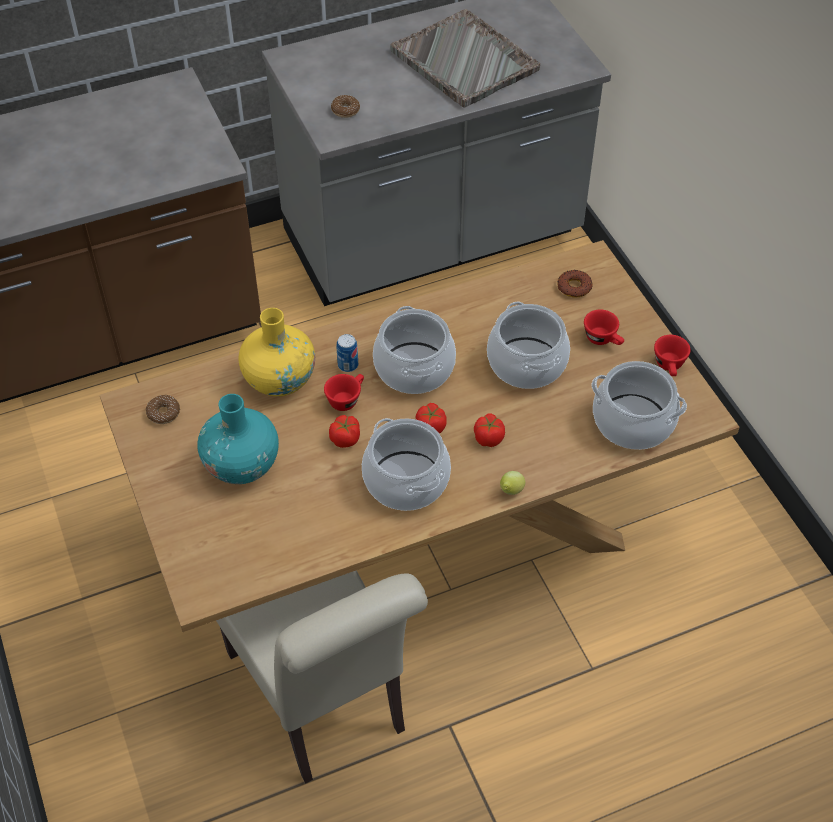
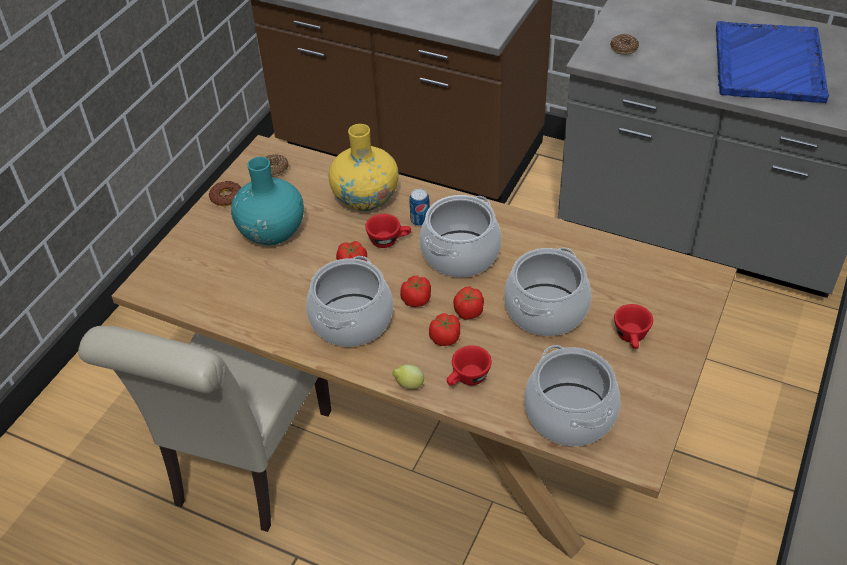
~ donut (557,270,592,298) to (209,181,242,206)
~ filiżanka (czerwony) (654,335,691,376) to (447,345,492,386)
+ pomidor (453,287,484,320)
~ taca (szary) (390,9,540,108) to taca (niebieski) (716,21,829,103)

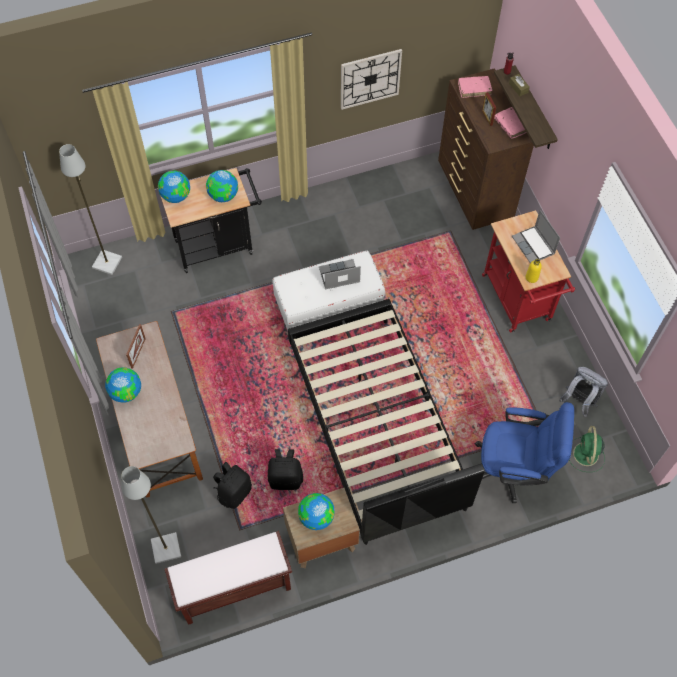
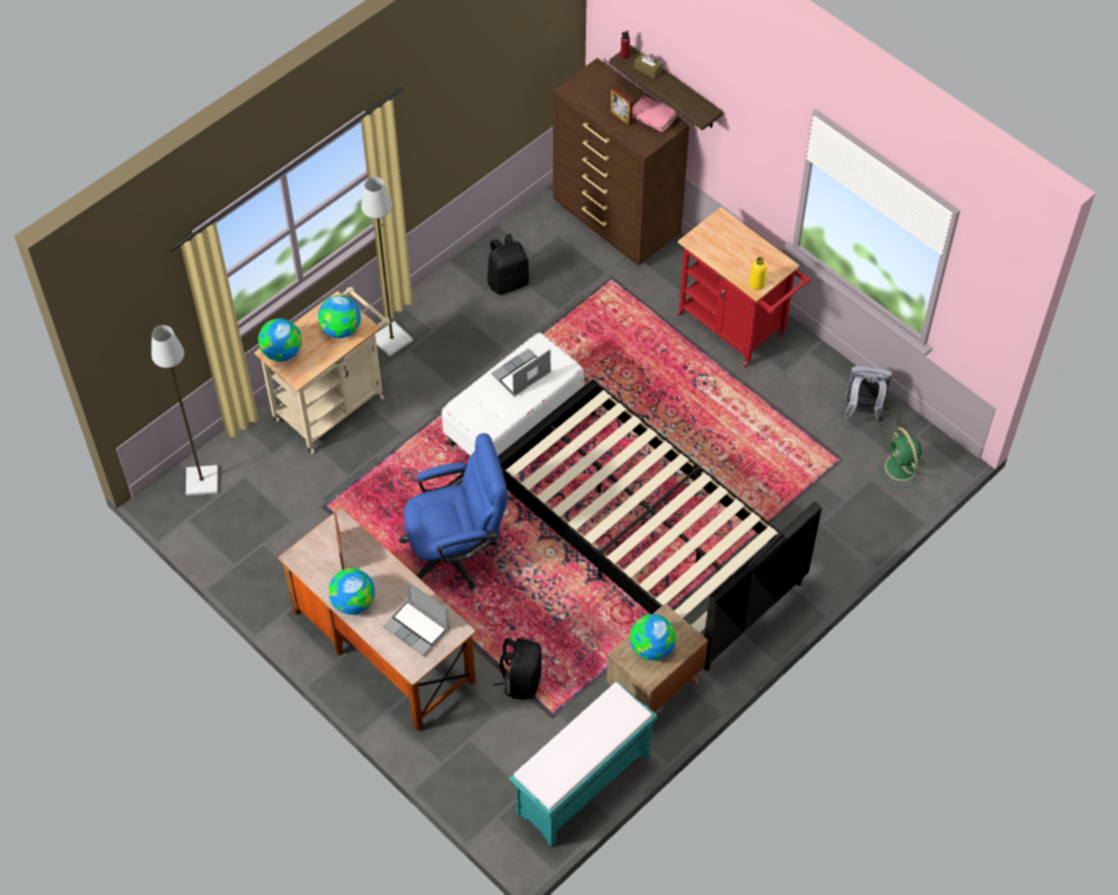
~ wózek (czarny) (160,168,262,273) to wózek (beżowy) (254,287,390,454)
~ lampa stojąca (szary) (121,466,181,564) to (361,177,413,357)
~ laptop (512,210,560,263) to (383,580,449,656)
~ krzesło biurowe (niebieski) (475,402,574,503) to (399,433,508,589)
~ plecak (czarny) (268,449,303,490) to (487,234,529,295)
~ ławka (brązowy) (165,531,292,625) to ławka (turkusowy) (509,681,658,847)
- zegar ścienny (341,49,402,110)
- książka (różowy) (458,76,492,98)

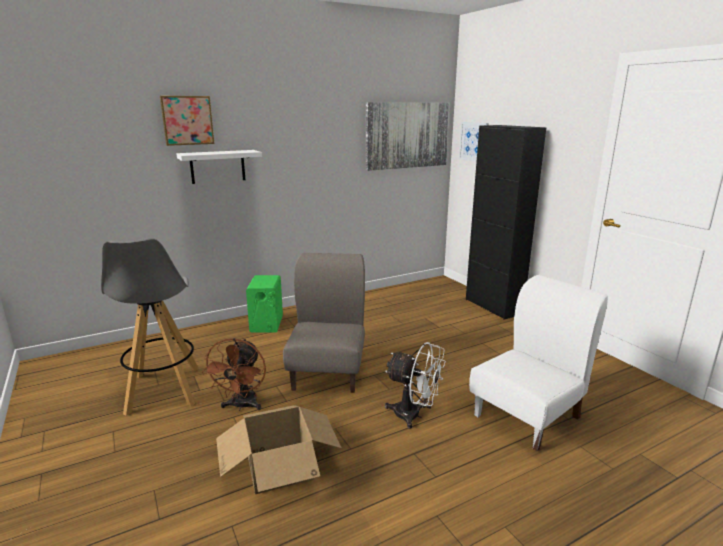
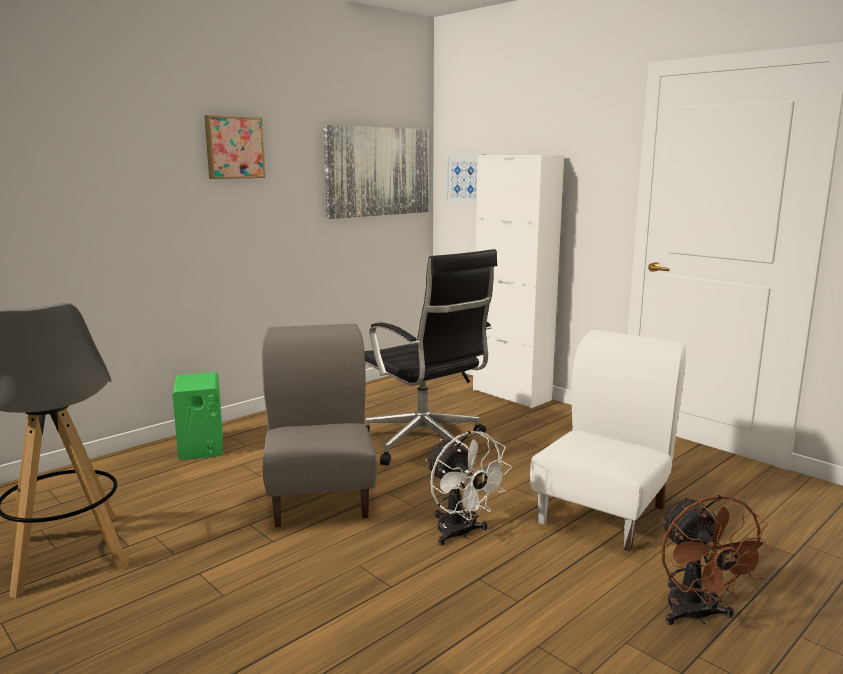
~ obraz (160,96,214,146) to (204,115,266,179)
+ krzesło biurowe (czarny) (365,249,497,466)
~ wentylator (biały) (385,342,446,429) = (425,431,512,545) 45 degrees clockwise
~ szafka (czarny) (466,125,546,320) to szafka (biały) (473,155,564,408)
~ wentylator (brązowy) (202,338,266,411) to (661,495,774,625)
- półka (biały) (176,150,262,184)
- karton (216,405,342,494)

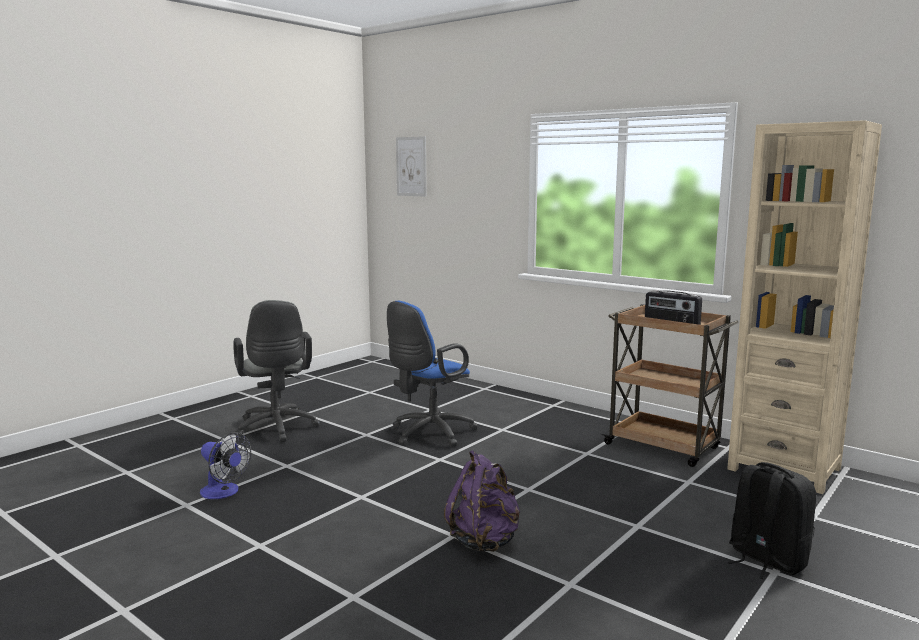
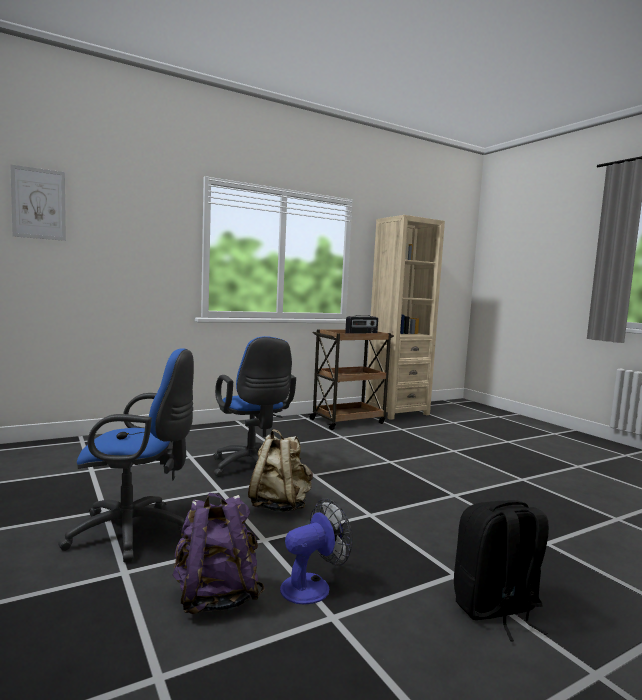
~ krzesło biurowe (szary) (233,300,320,442) to krzesło biurowe (niebieski) (58,348,194,562)
~ plecak (fioletowy) (444,450,520,552) to (172,493,265,614)
+ plecak (beżowy) (248,429,313,512)
~ plecak (czarny) (728,462,816,579) to (454,500,549,641)

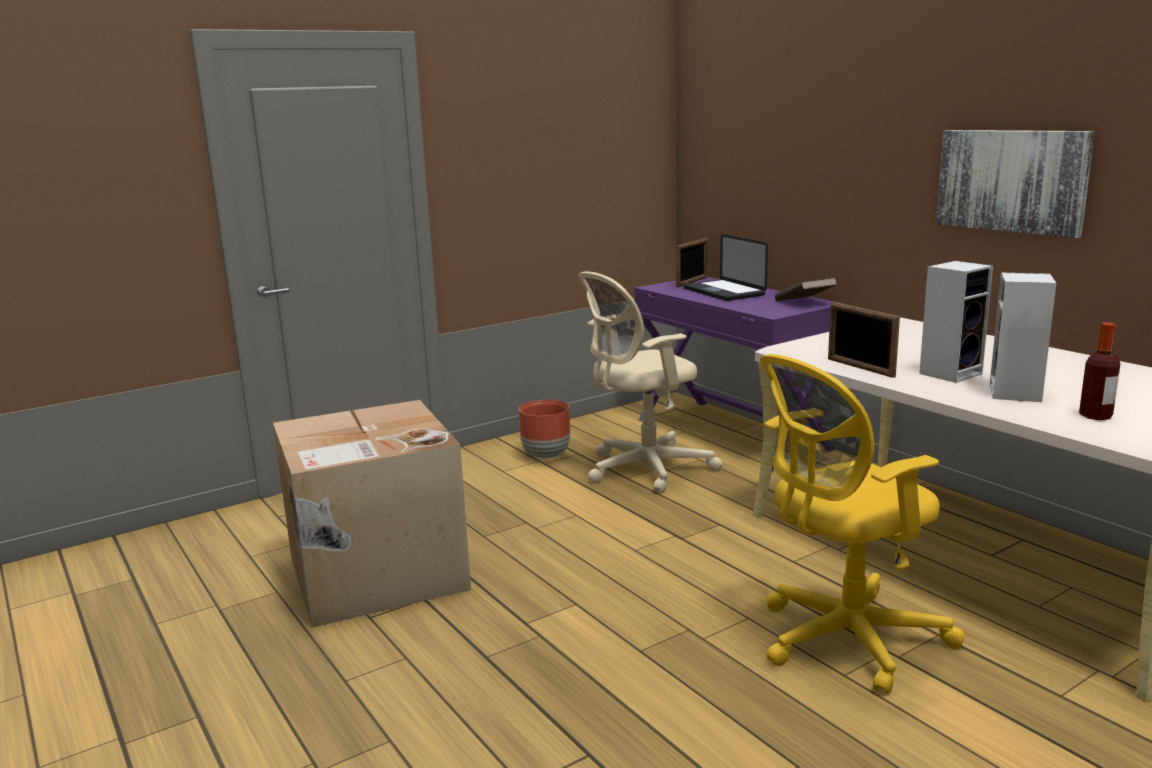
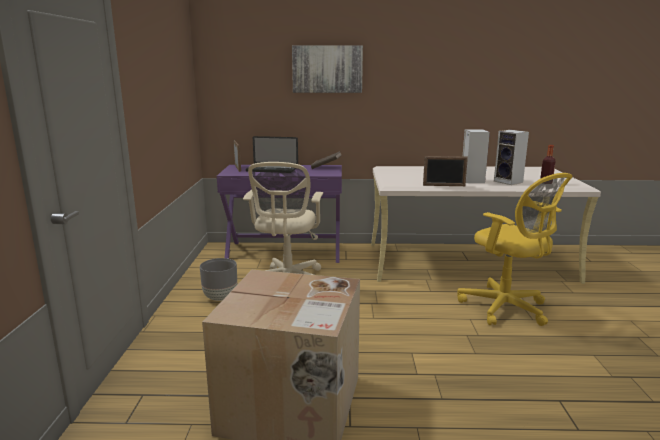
~ donica (brązowy) (519,400,570,459) to donica (szary) (200,258,237,301)
~ obraz (936,130,1095,238) to (292,45,363,93)
~ krzesło biurowe (żółty) (760,354,966,694) = (457,173,572,326) 45 degrees counterclockwise

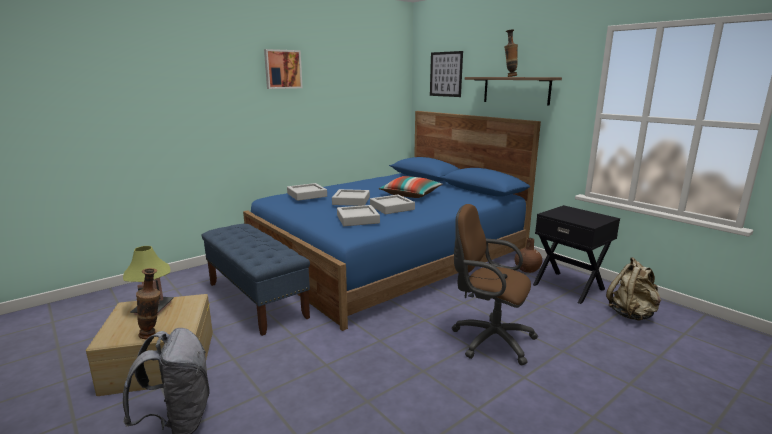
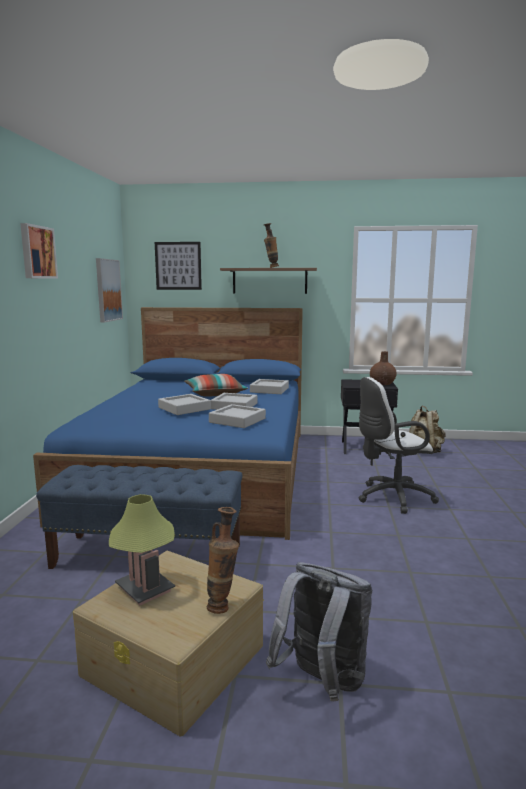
+ obraz (96,258,123,323)
~ taca (szary) (287,183,327,201) to (250,379,289,394)
~ krzesło biurowe (brązowy) (452,204,538,365) to krzesło biurowe (biały) (359,377,439,514)
~ wazon (brązowy) (515,238,542,273) to (370,351,397,385)

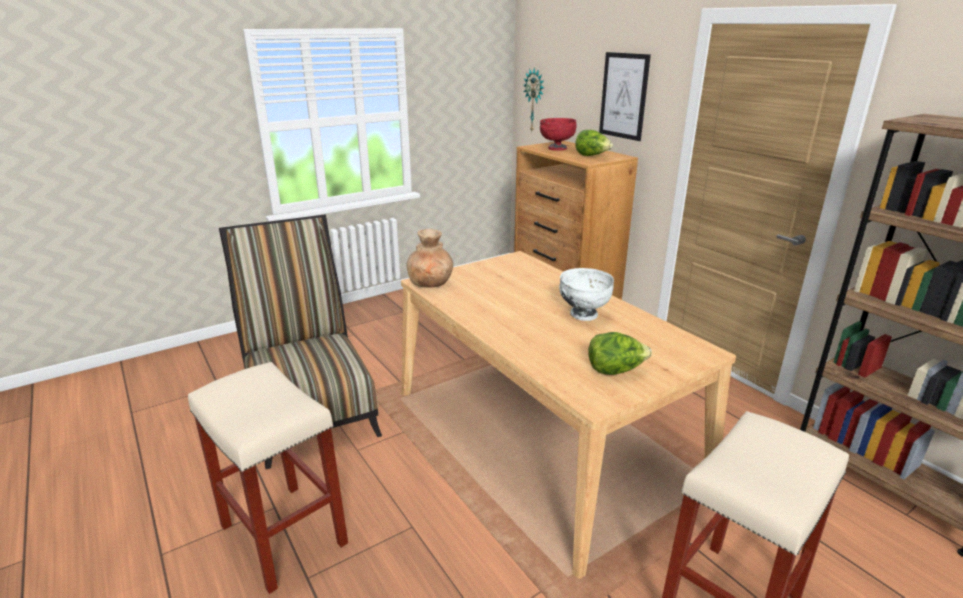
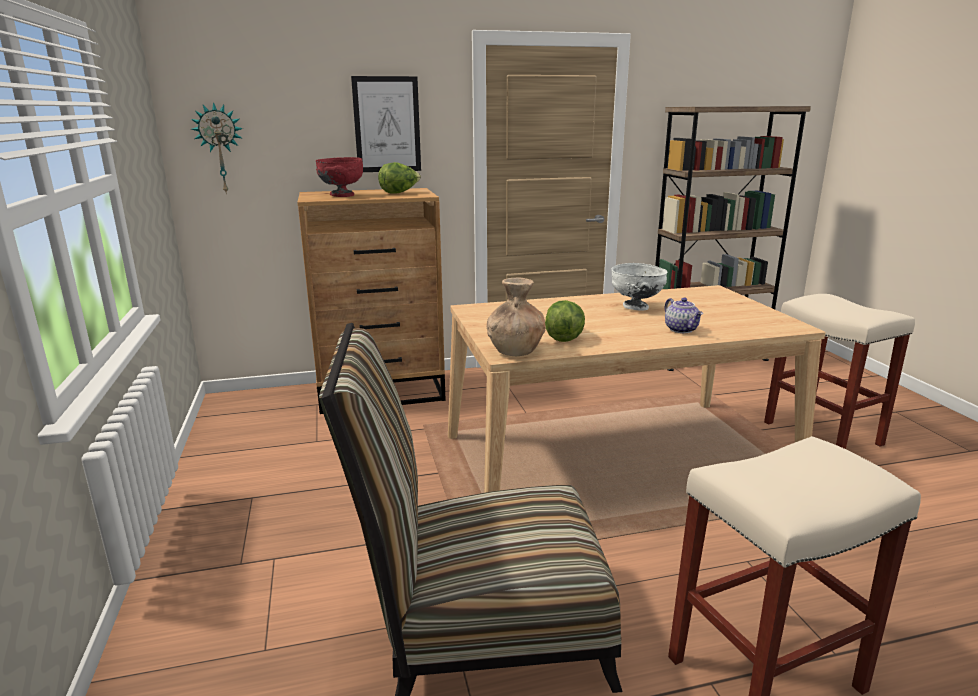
~ sałata (588,332,652,375) to (545,300,585,342)
+ imbryk (665,298,703,333)

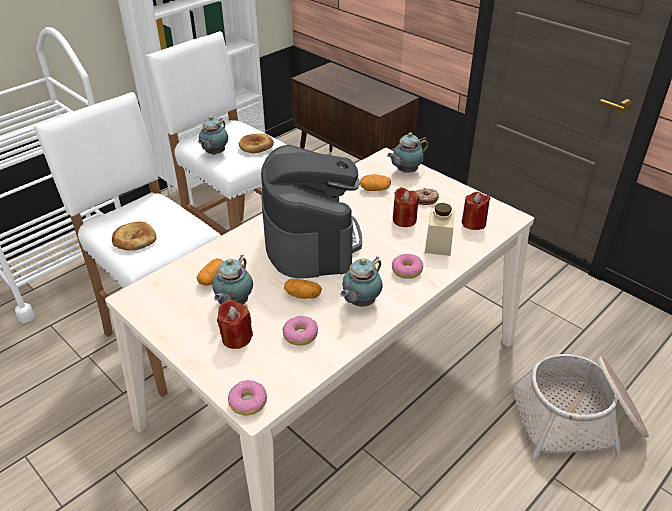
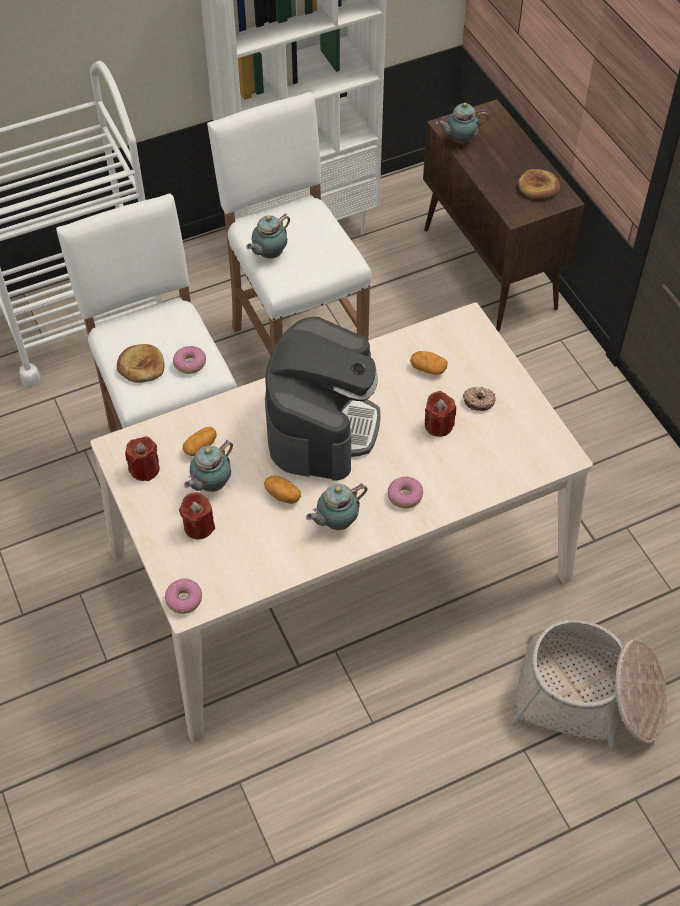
~ świeca (czerwony) (462,192,491,230) to (125,436,160,481)
~ donut (283,316,318,346) to (173,346,206,374)
~ imbryk (387,132,428,173) to (436,103,489,144)
~ chleb (239,134,274,153) to (518,169,560,199)
- słoik (beżowy) (425,203,455,256)

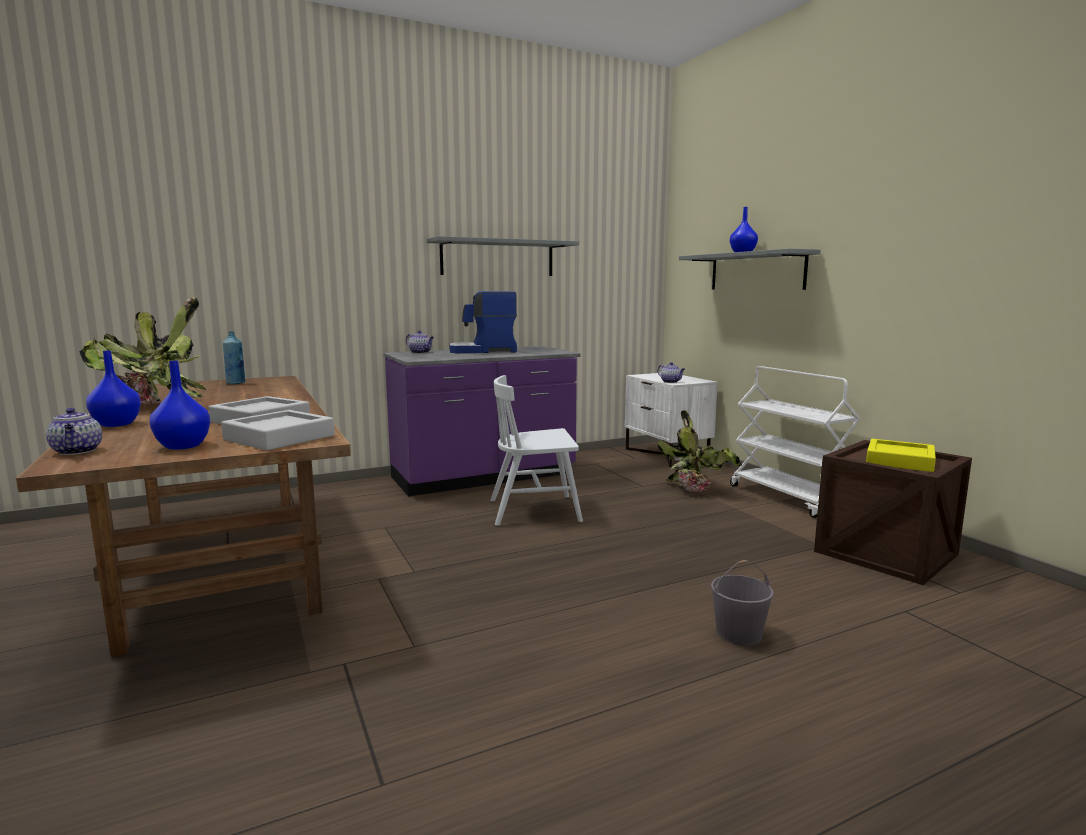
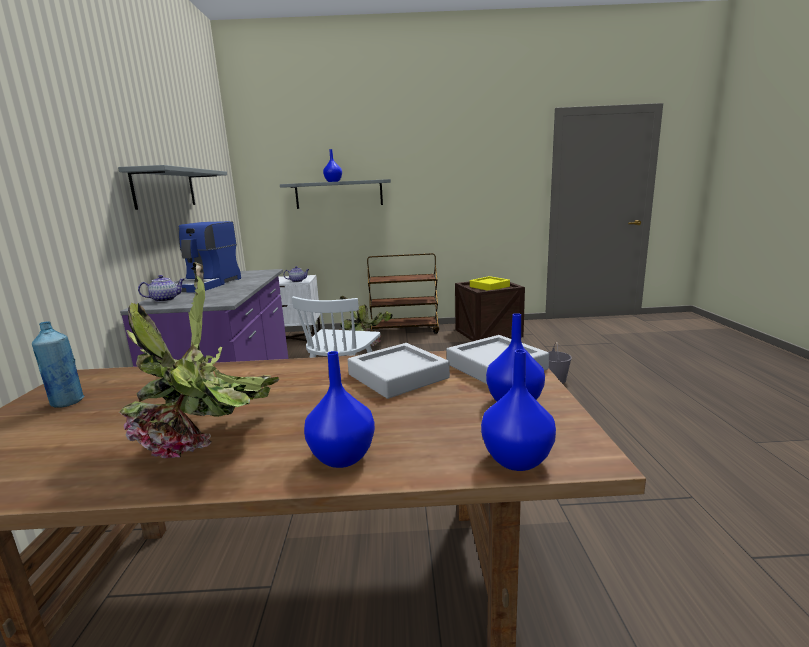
~ wózek (biały) (730,366,861,518) to wózek (brązowy) (367,253,439,334)
~ imbryk (46,408,102,455) to wazon (niebieski) (481,349,556,471)

